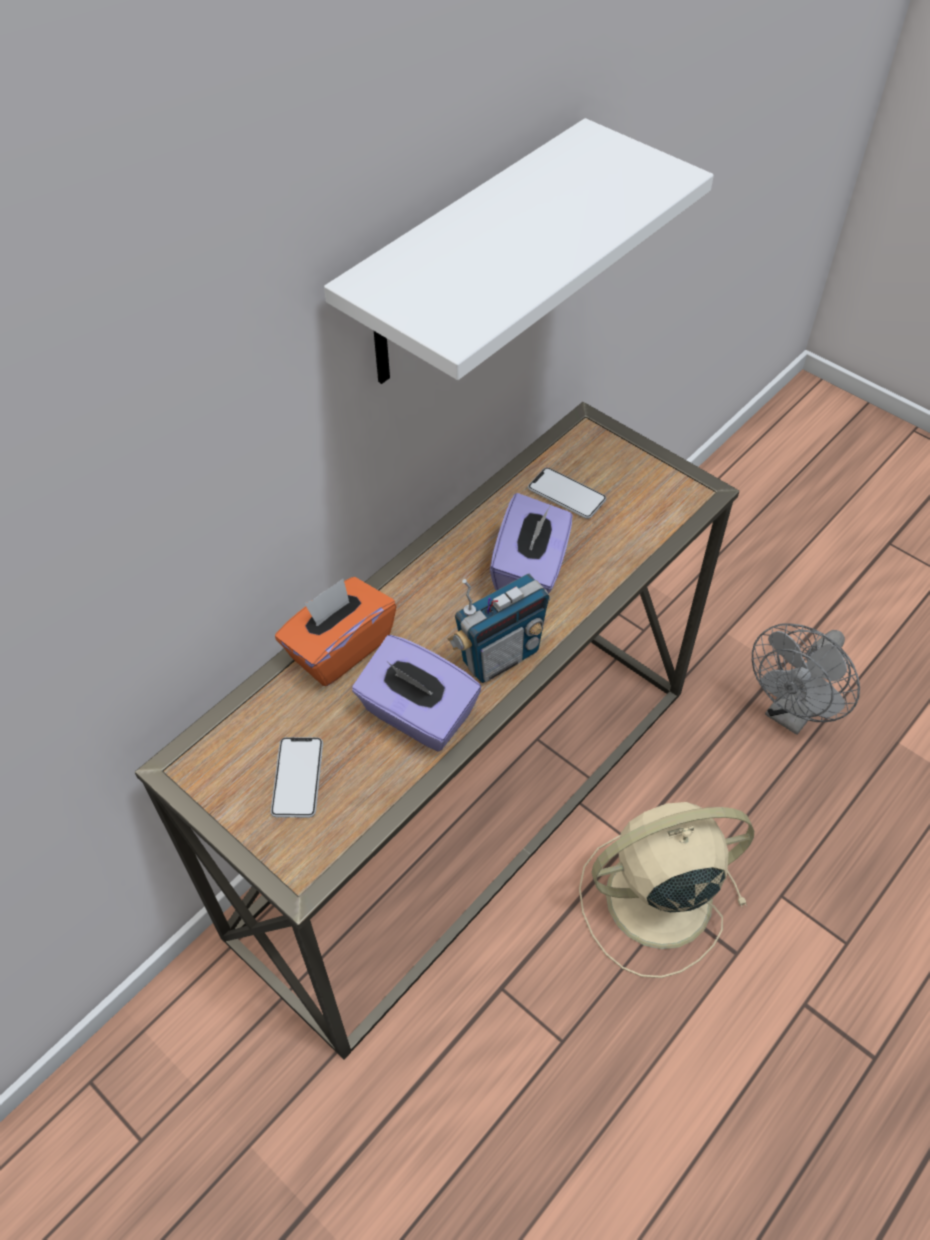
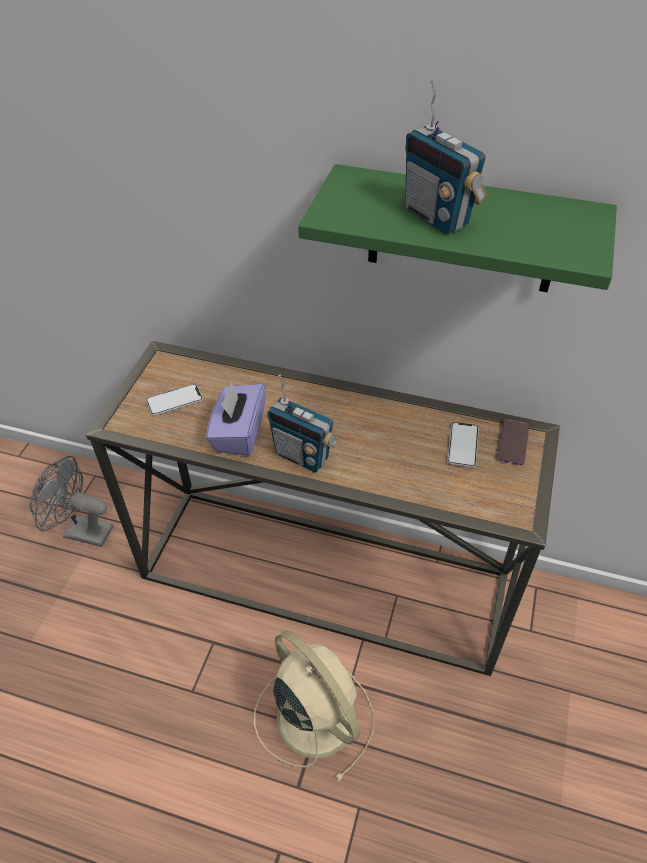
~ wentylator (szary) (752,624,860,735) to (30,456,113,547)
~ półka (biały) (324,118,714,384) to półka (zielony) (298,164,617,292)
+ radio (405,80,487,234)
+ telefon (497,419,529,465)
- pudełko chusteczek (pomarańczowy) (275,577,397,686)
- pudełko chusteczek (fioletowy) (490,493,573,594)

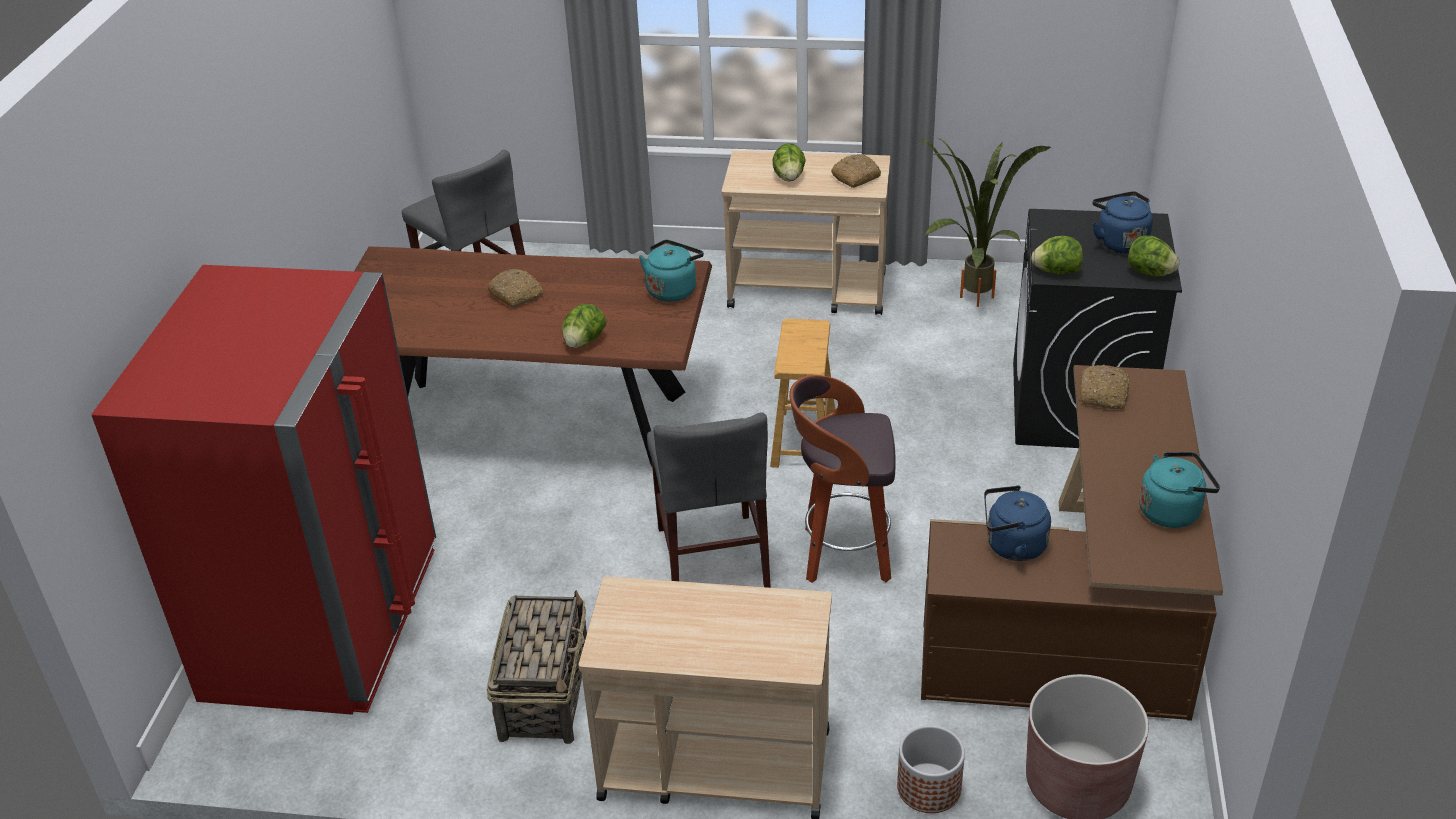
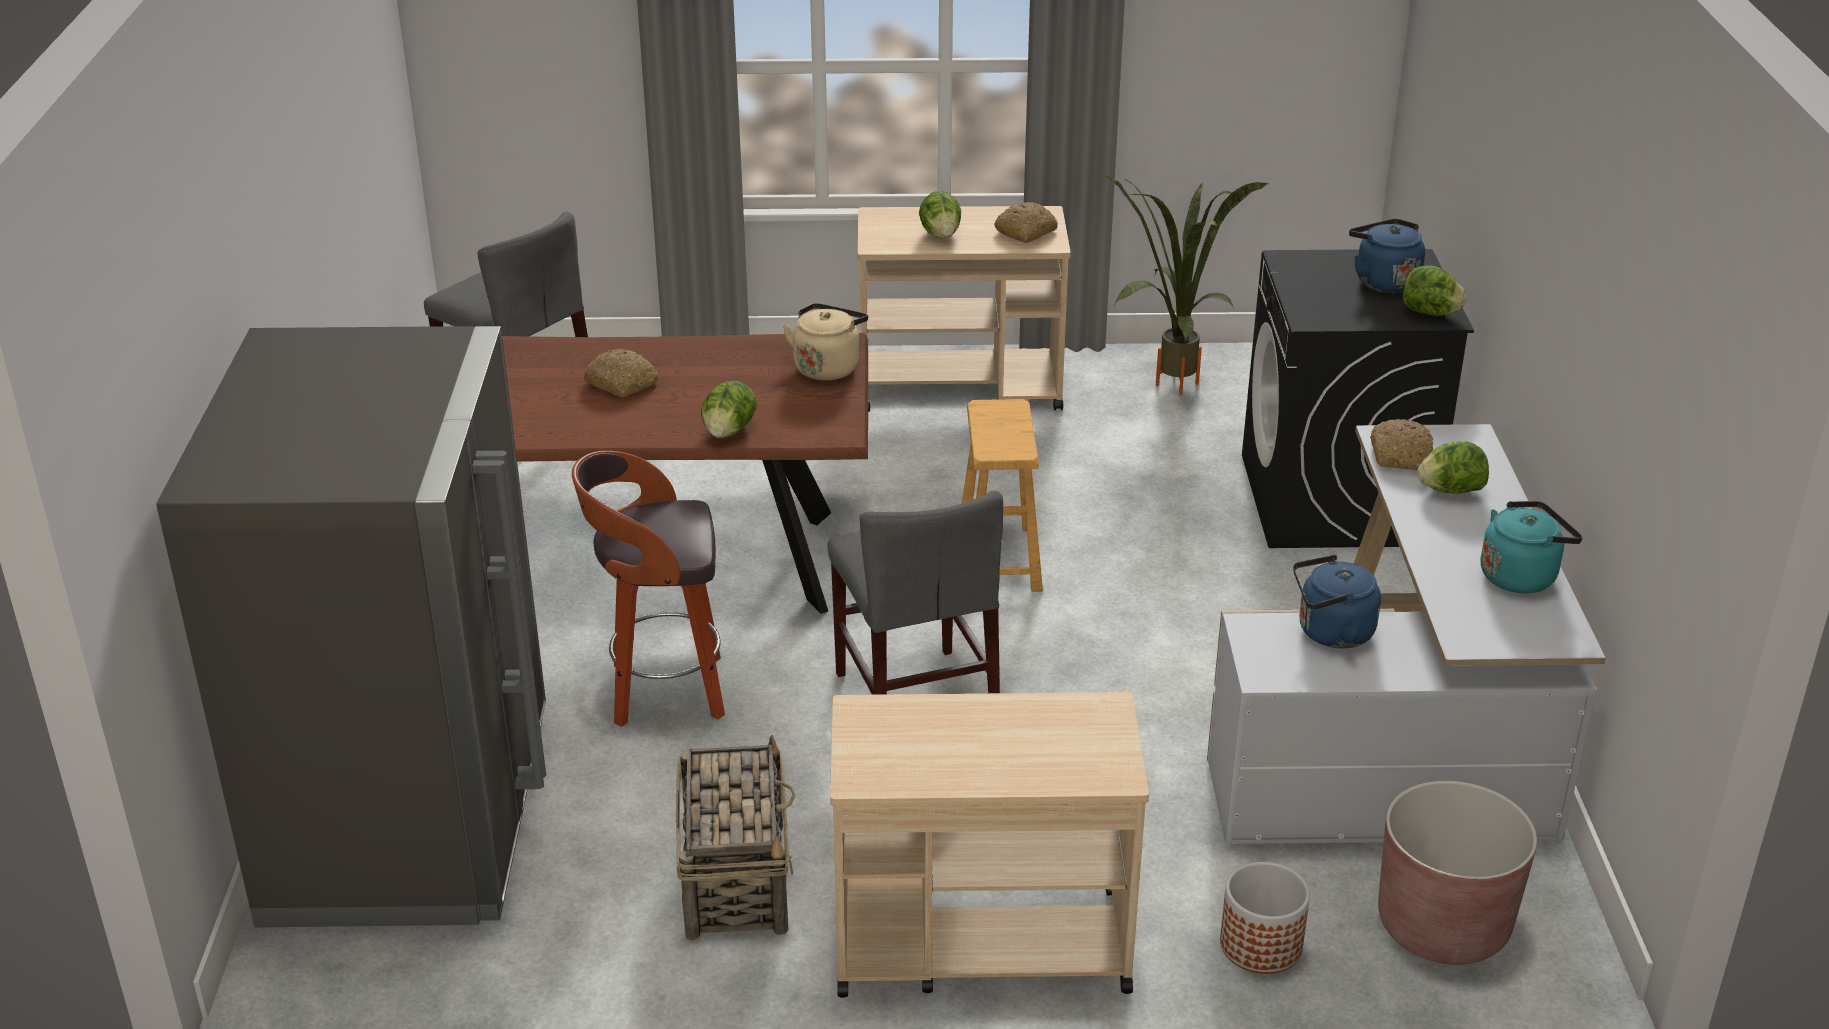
~ lodówka (czerwony) (91,265,436,715) to lodówka (szary) (156,326,546,928)
~ stołek (789,375,895,583) to (572,451,725,727)
~ czajnik (turkusowy) (639,240,704,302) to czajnik (beżowy) (783,303,868,381)
~ biurko (brązowy) (921,365,1223,721) to biurko (biały) (1207,424,1606,845)
~ sałata (1031,236,1083,274) to (1417,441,1489,494)

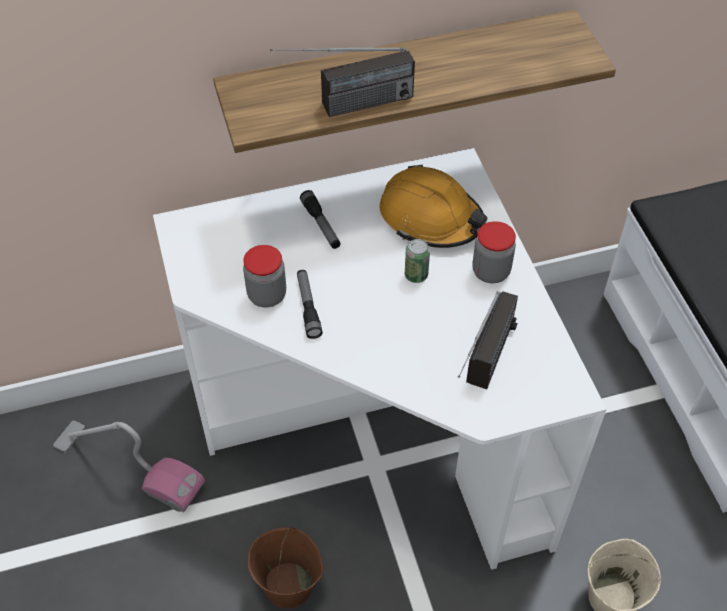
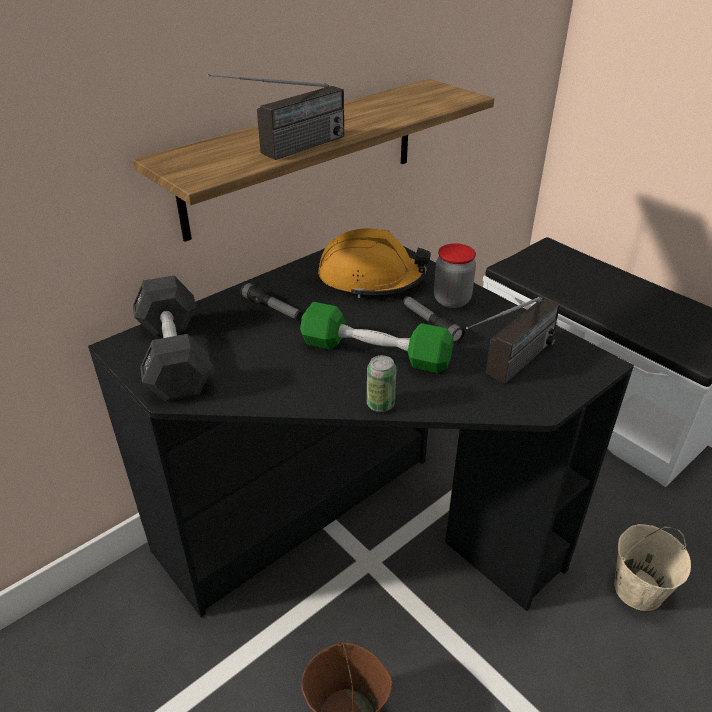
~ biurko (biały) (153,148,607,570) to biurko (czarny) (88,246,634,617)
+ hantel (czarny) (133,276,212,402)
+ hantel (zielony) (300,302,453,373)
~ puszka (405,239,430,283) to (367,355,396,412)
~ latarka (297,270,323,339) to (403,296,465,343)
~ radio (458,291,518,389) = (466,297,560,384) 45 degrees clockwise
- odkurzacz (53,420,205,512)
- słoik (243,245,286,308)

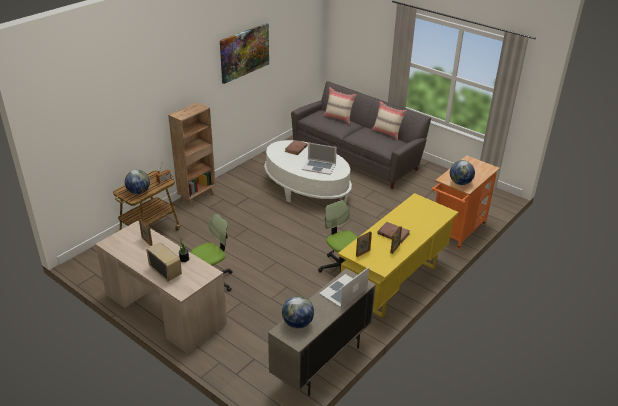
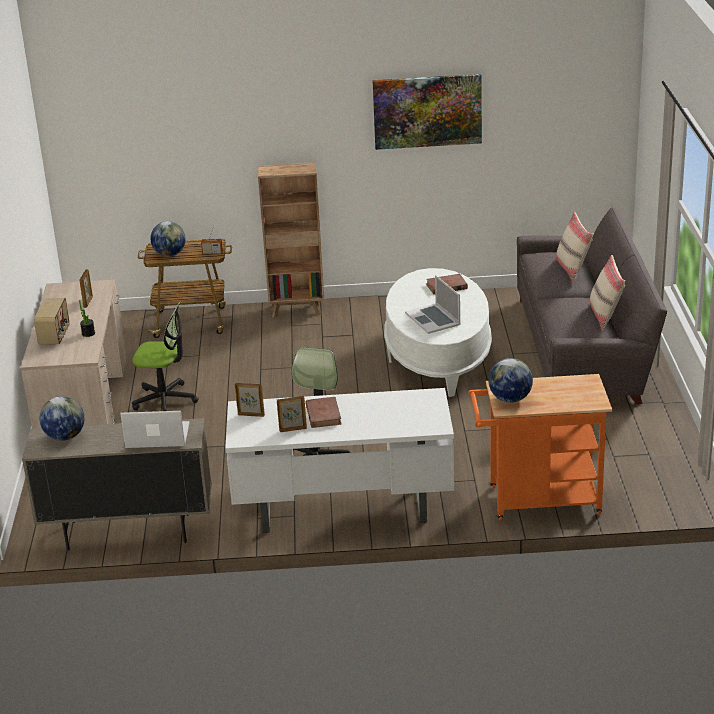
~ biurko (żółty) (338,193,458,318) to biurko (biały) (225,388,454,533)

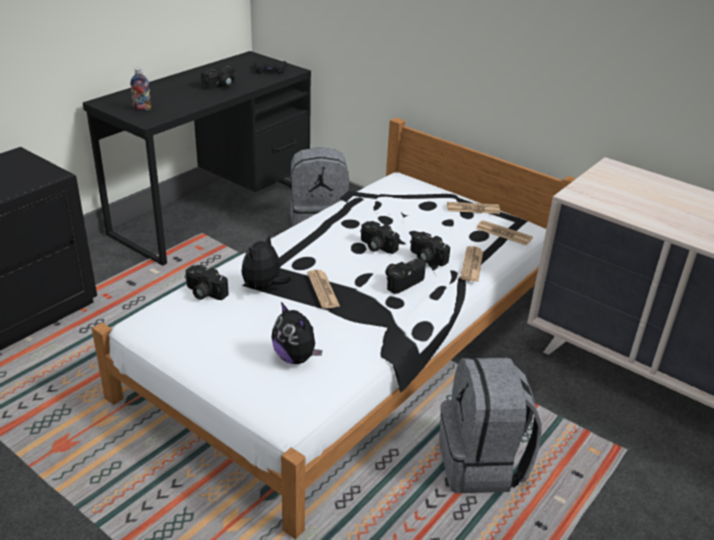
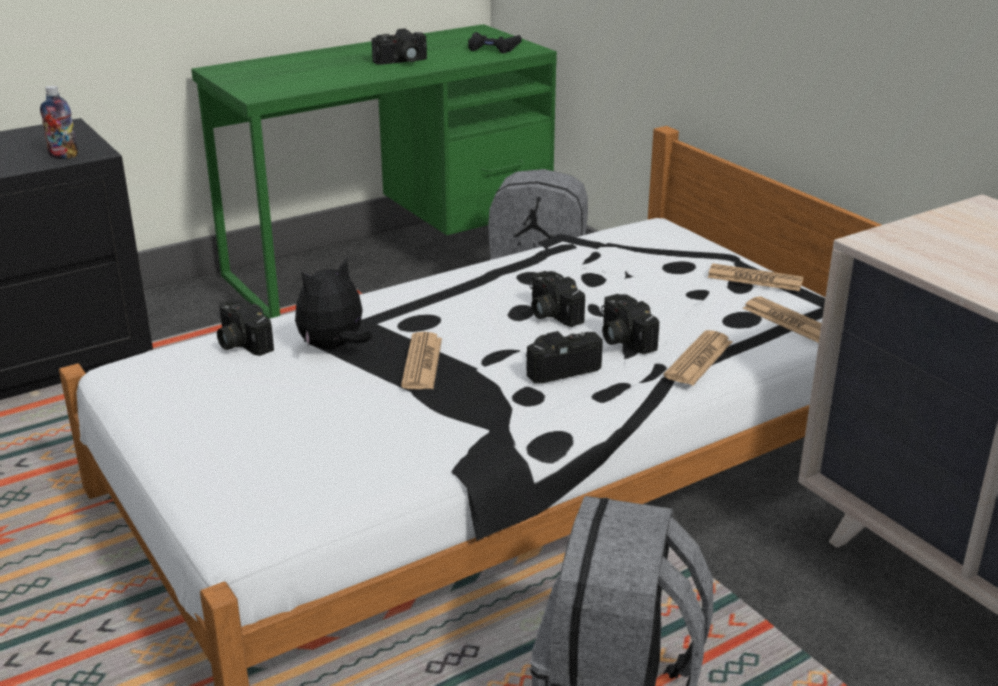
~ butelka (130,68,151,111) to (40,85,78,159)
~ biurko (czarny) (83,51,311,266) to biurko (zielony) (191,24,557,319)
- pluszak (271,302,322,364)

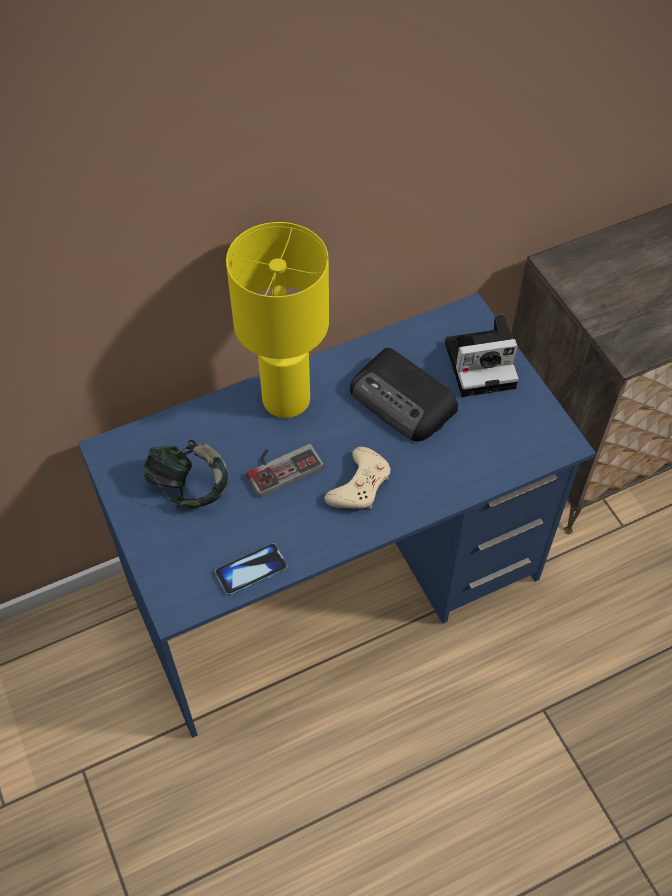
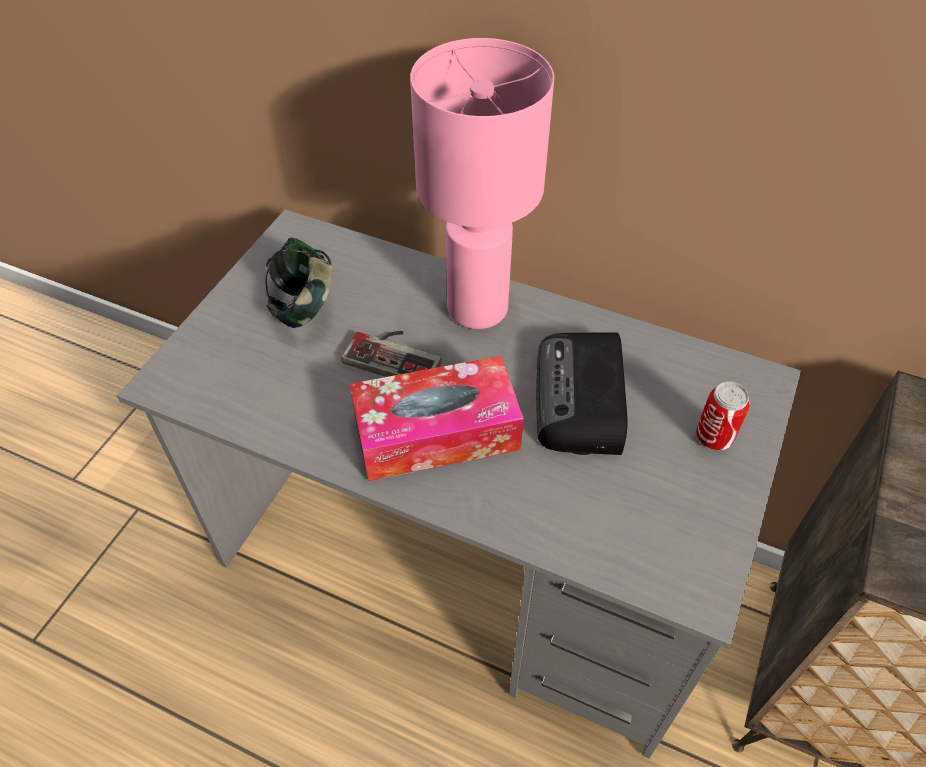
~ biurko (niebieski) (78,293,596,738) to biurko (szary) (117,209,801,758)
~ pad do gier (beżowy) (325,447,390,509) to pudełko chusteczek (350,356,524,481)
~ lampa stołowa (żółty) (226,222,329,418) to lampa stołowa (różowy) (410,38,554,329)
~ aparat fotograficzny (445,315,519,397) to puszka (696,382,750,450)
- telefon (215,543,288,596)

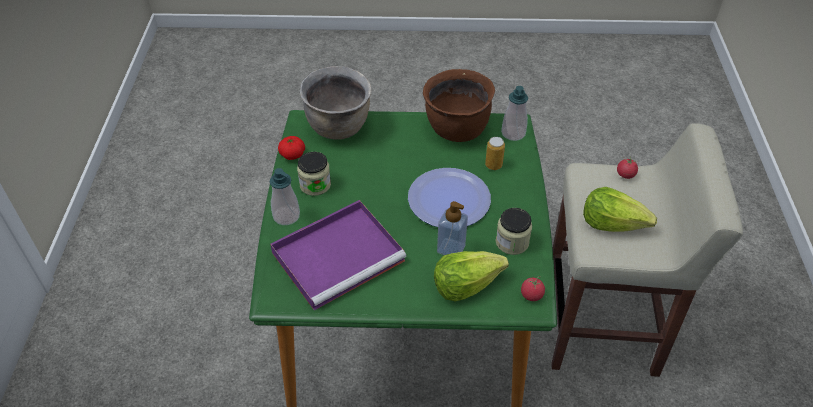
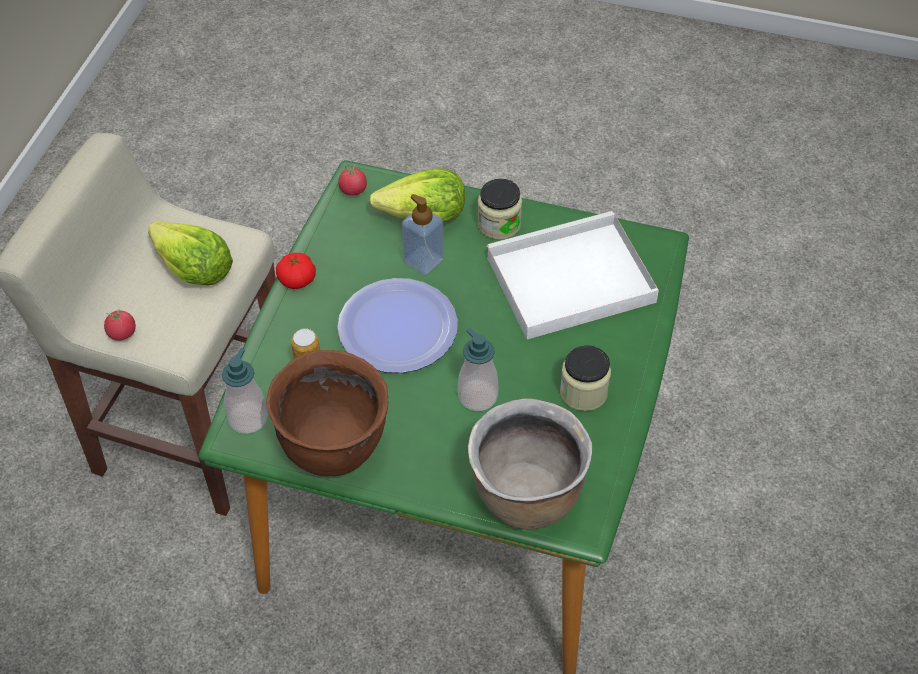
~ pomidor (278,136,305,160) to (276,253,316,289)
~ dozownik mydła (270,168,300,225) to (458,328,499,411)
~ słoik (496,208,532,255) to (477,178,522,240)
~ taca (fioletowy) (270,200,407,310) to taca (biały) (487,211,659,340)

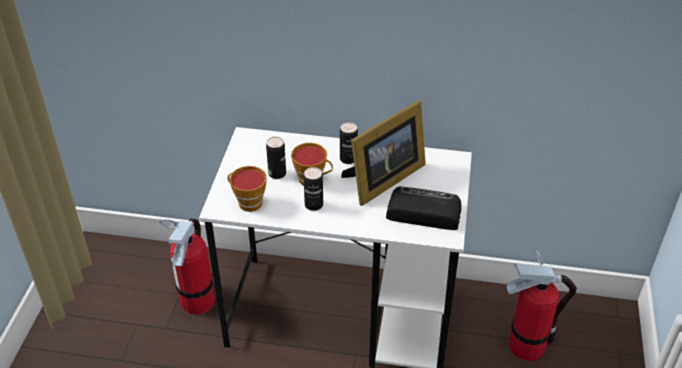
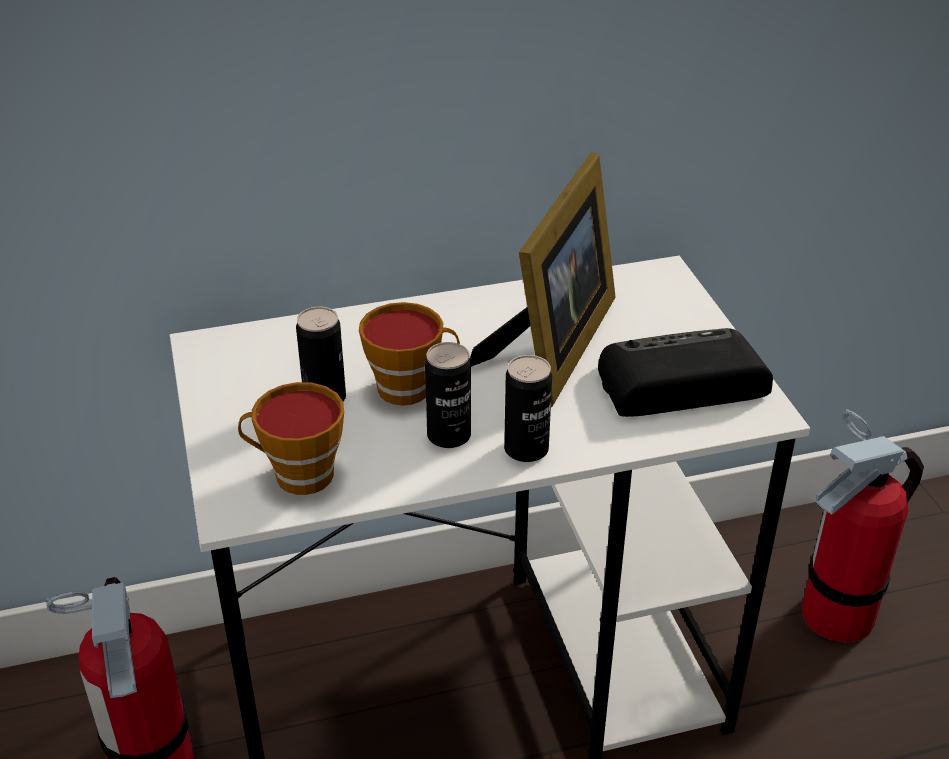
~ puszka (340,122,358,164) to (504,355,552,462)

